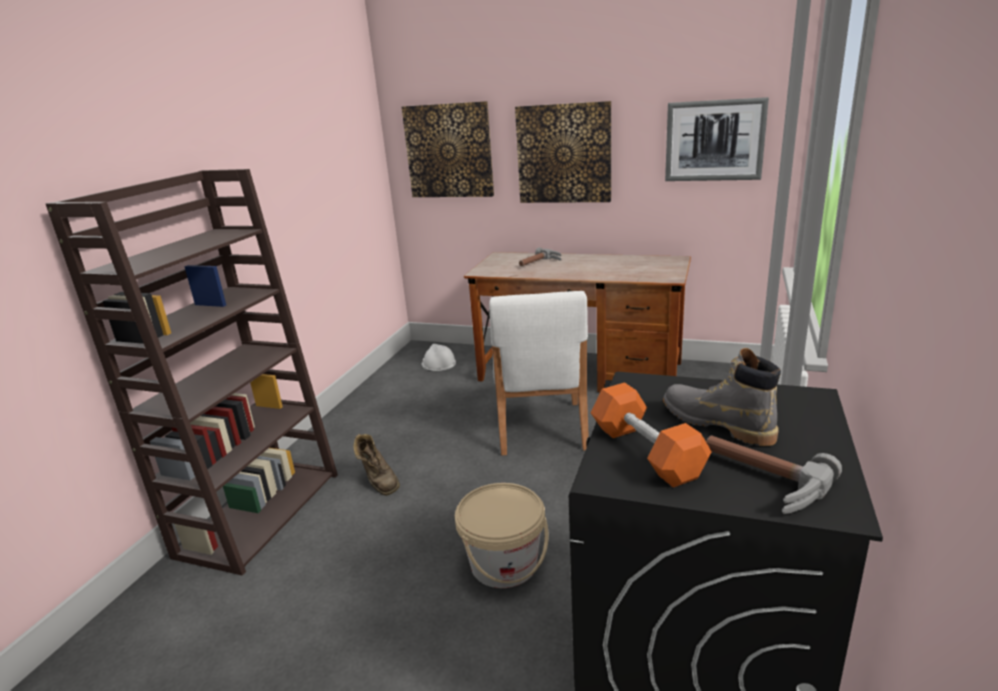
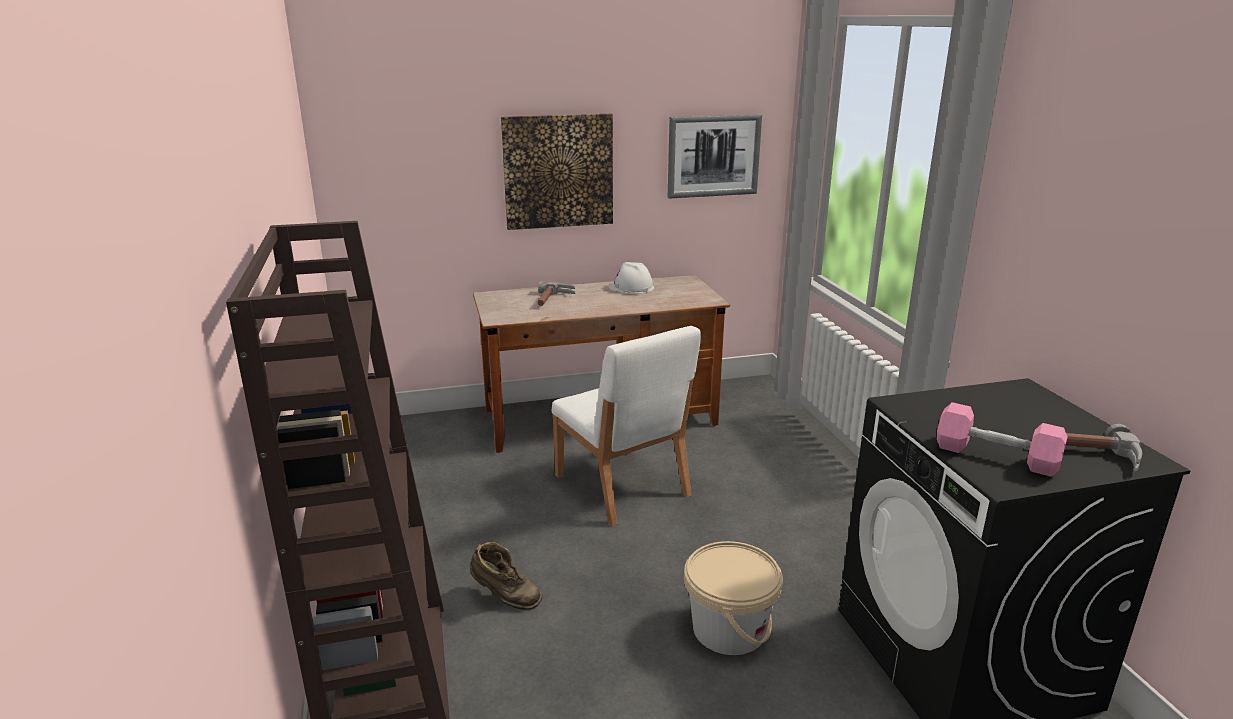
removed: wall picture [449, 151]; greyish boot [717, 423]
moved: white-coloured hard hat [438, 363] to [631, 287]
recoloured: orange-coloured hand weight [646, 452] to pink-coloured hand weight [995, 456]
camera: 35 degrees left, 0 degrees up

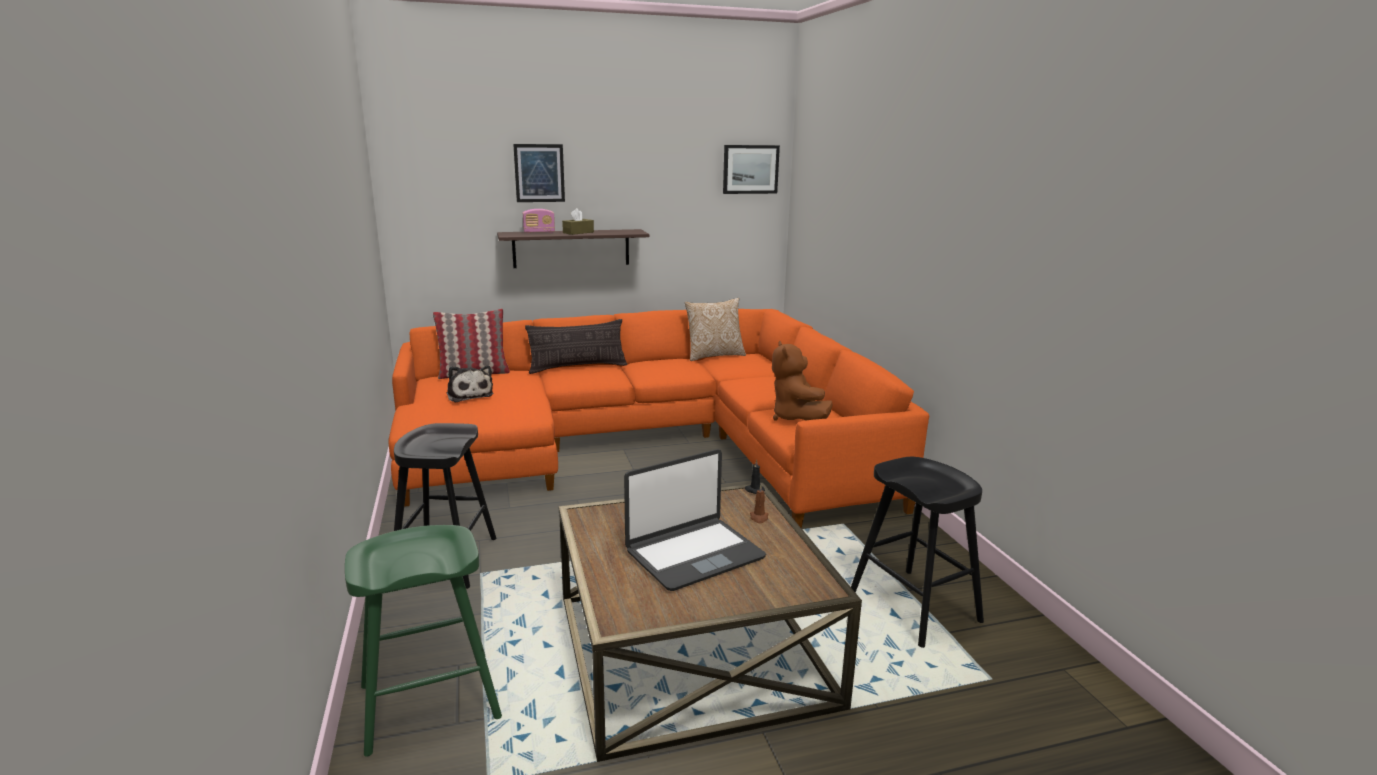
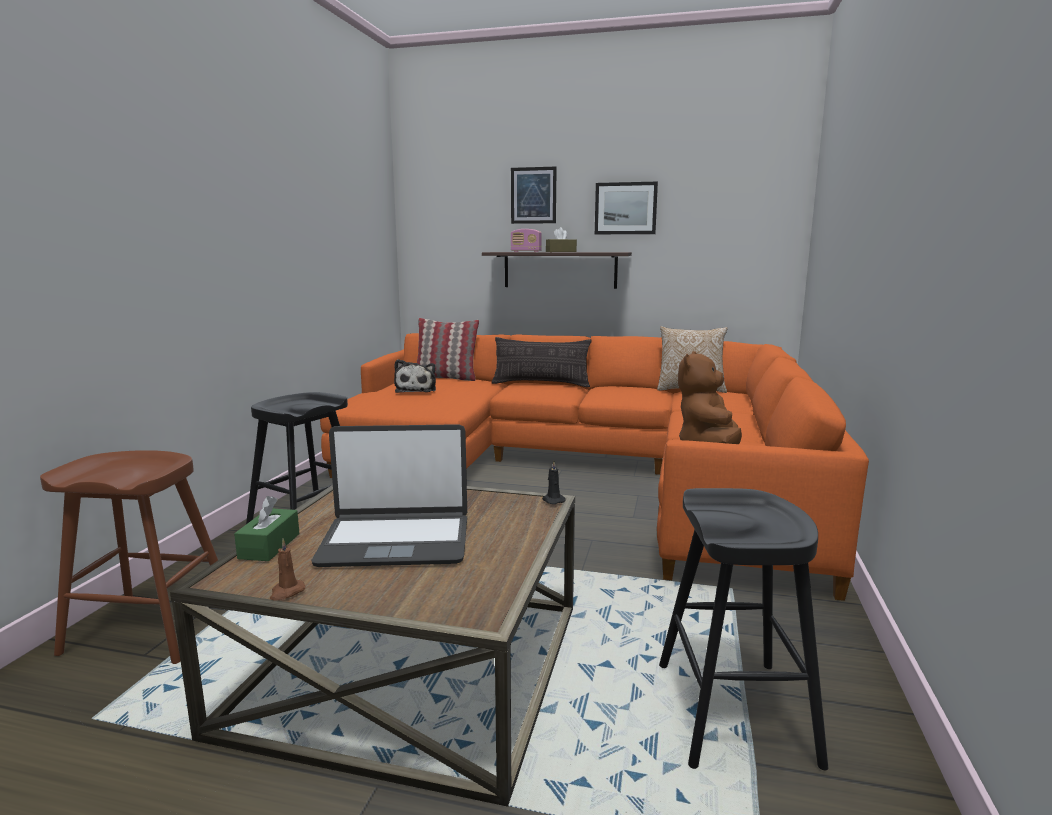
added: green tissue box [269, 546]
moved: brownish wax light [759, 518] to [286, 592]; wall picture [750, 169] to [625, 208]
recoloured: green stool [429, 702] to brownish stool [150, 629]
camera: 30 degrees right, 5 degrees down

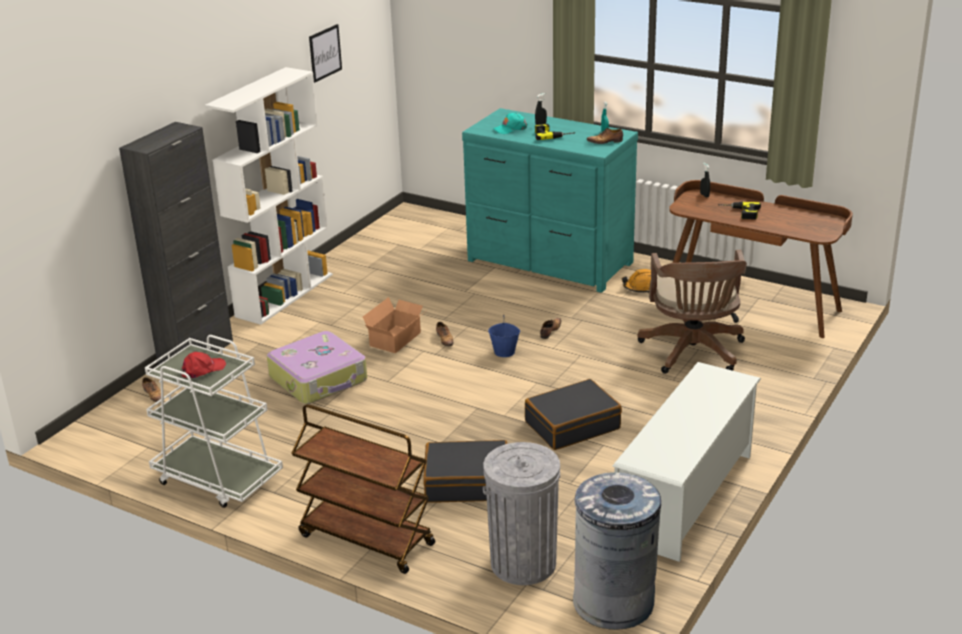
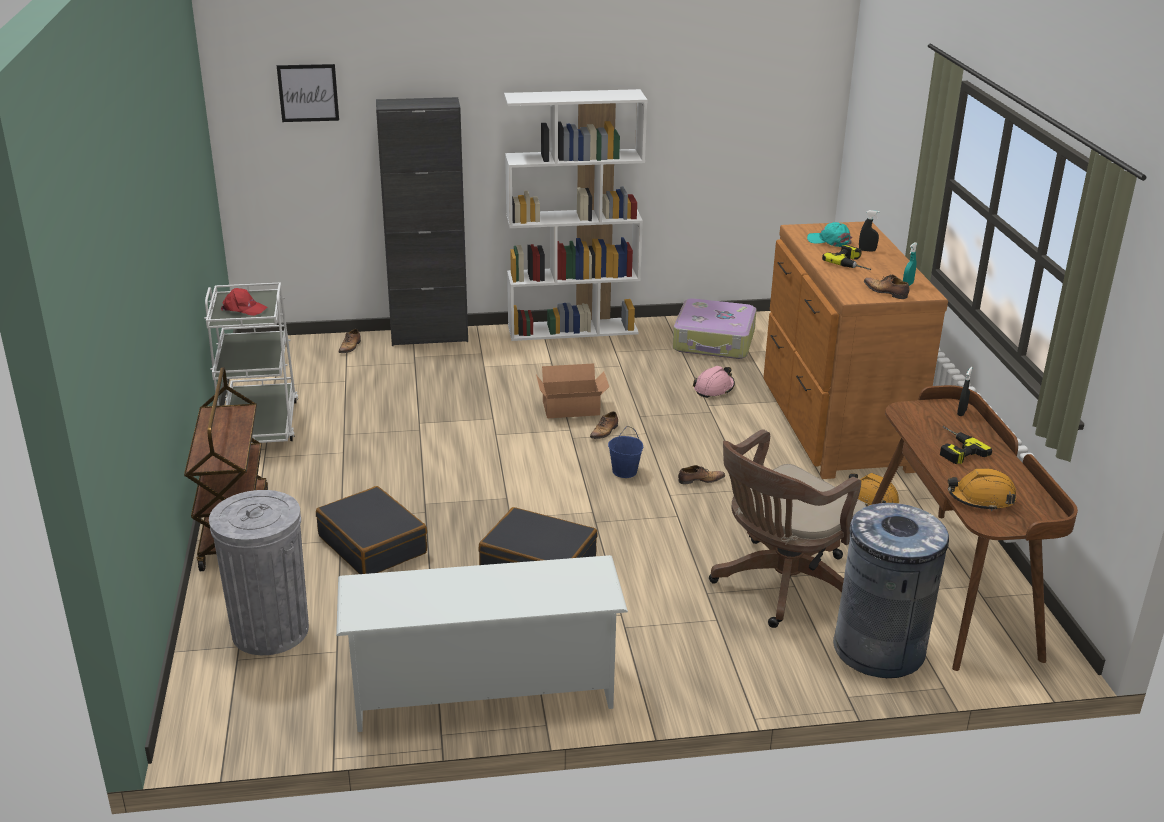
added: pink-coloured hard hat [714, 388]; orange-coloured hard hat [981, 498]
moved: wall picture [325, 53] to [308, 93]; travel case [319, 379] to [714, 341]; greyish trash can [614, 602] to [879, 649]
recoloured: blue-green drawer chest [549, 263] to brownish drawer chest [834, 425]
camera: 50 degrees right, 0 degrees up

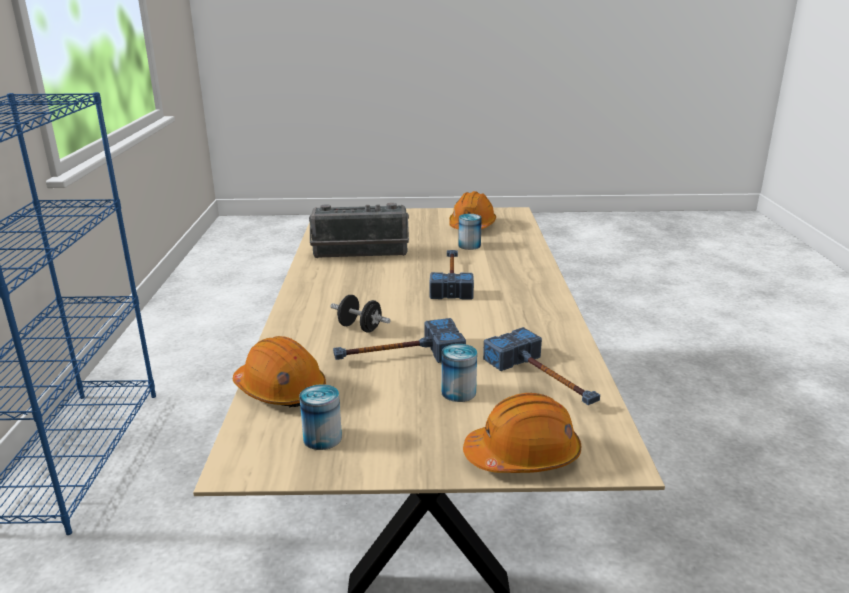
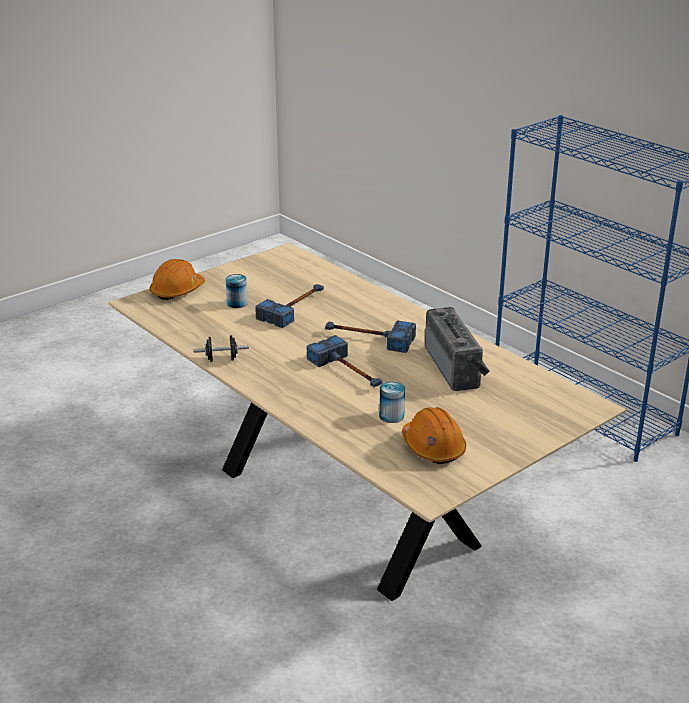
removed: orange-coloured hard hat [280, 390]; can [322, 438]
moved: black-coloured hand weight [360, 328] to [221, 359]; hand hammer [544, 380] to [368, 338]
turned: radio set [360, 255] = [456, 367] 120 degrees clockwise
camera: 140 degrees right, 5 degrees up

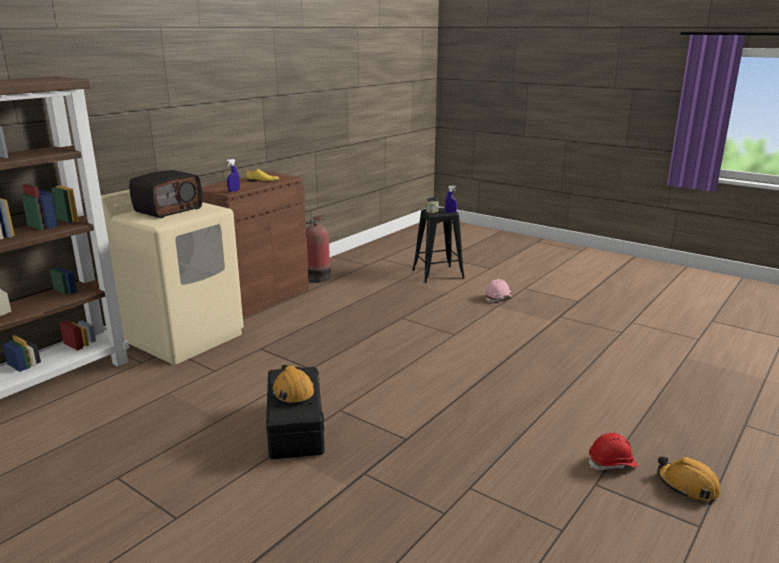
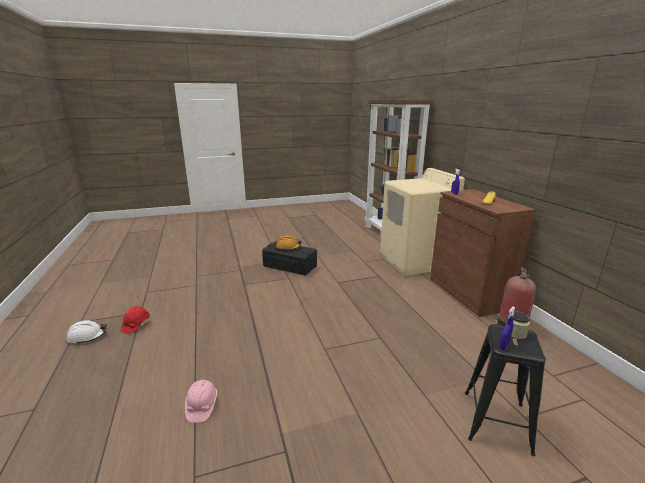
removed: radio set [168, 210]
moved: pink-coloured hard hat [498, 298] to [201, 406]
recoloured: orange-coloured hard hat [687, 486] to white-coloured hard hat [87, 336]
camera: 125 degrees right, 0 degrees up

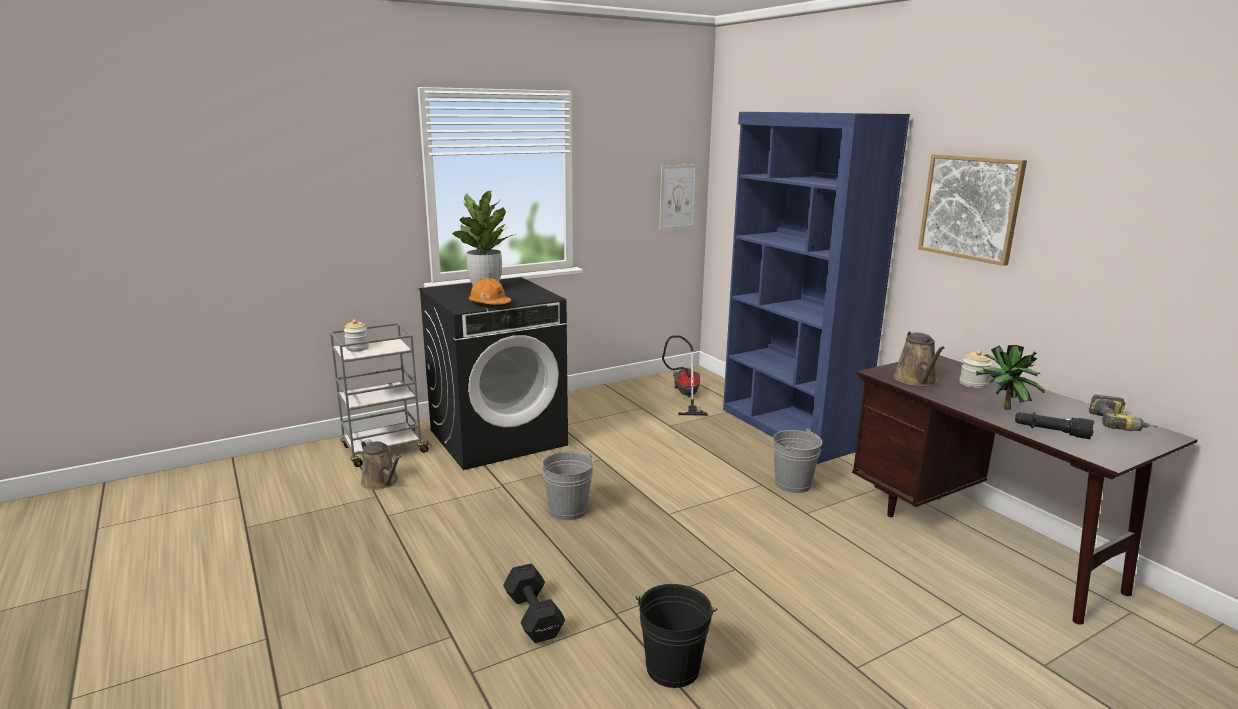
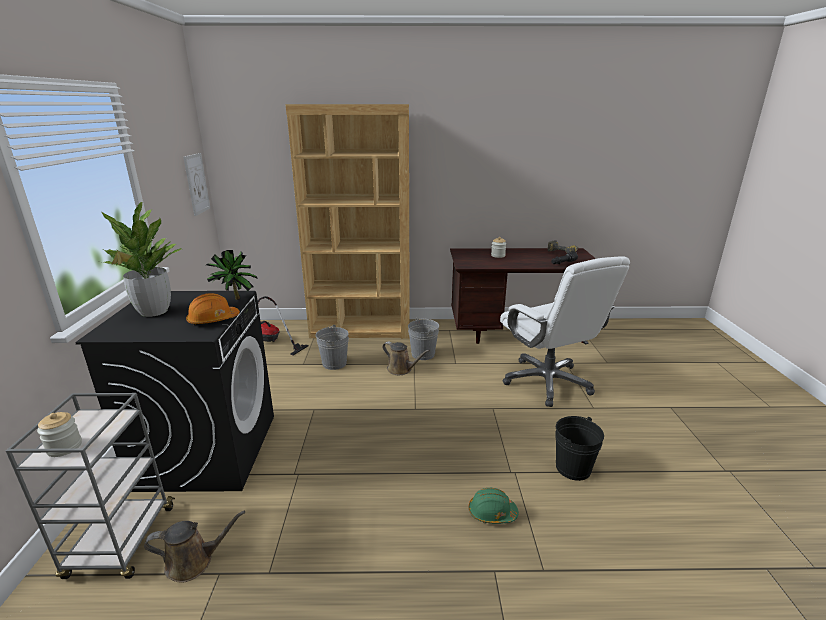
removed: wall picture [970, 207]
added: white-coloured desk chair [547, 382]
moved: plant in a pot [1001, 408] to [234, 300]; greyish water bucket [568, 510] to [334, 363]; brownish watering pot [916, 380] to [401, 369]
replaced: black-coloured hand weight [533, 615] to green hard hat [492, 513]
recoloured: blue-coloured shelving unit [789, 428] to brownish shelving unit [361, 329]
camera: 60 degrees left, 5 degrees up

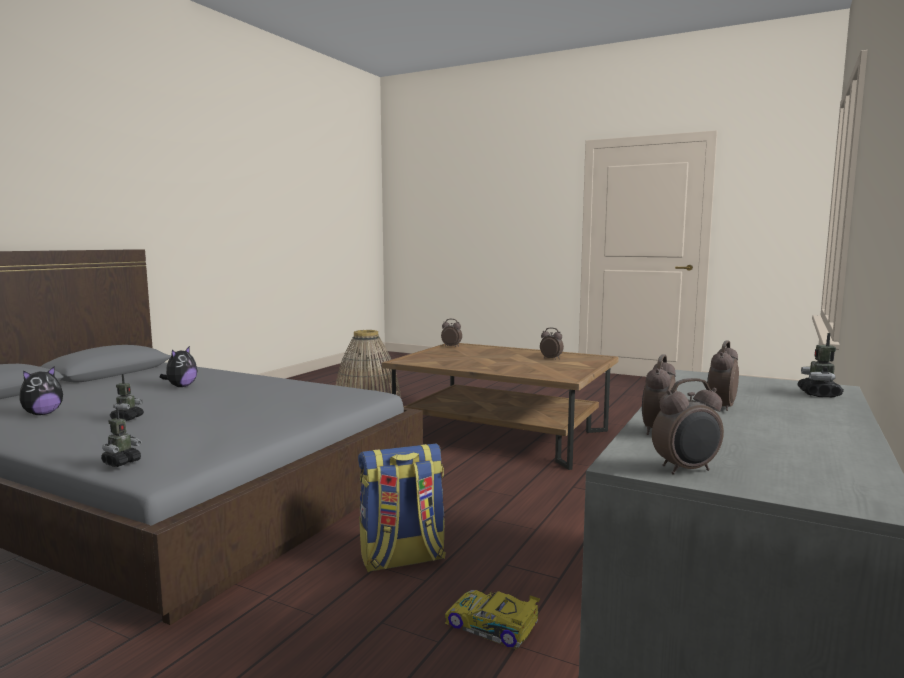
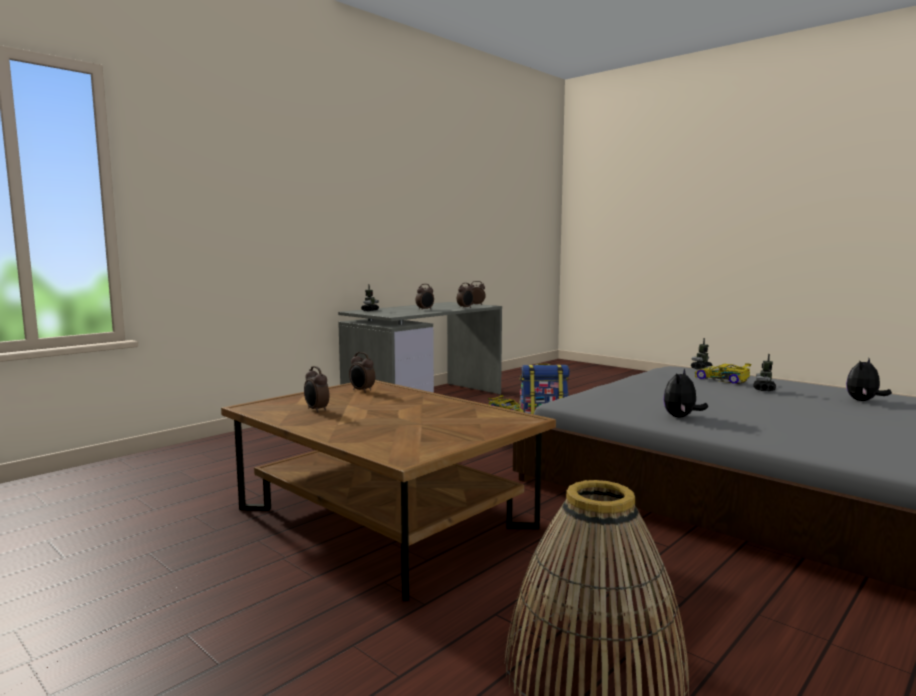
added: miniature car [722, 379]
moved: bedside clock [451, 346] to [362, 391]; cuddly toy [181, 386] to [681, 417]
camera: 165 degrees left, 0 degrees up

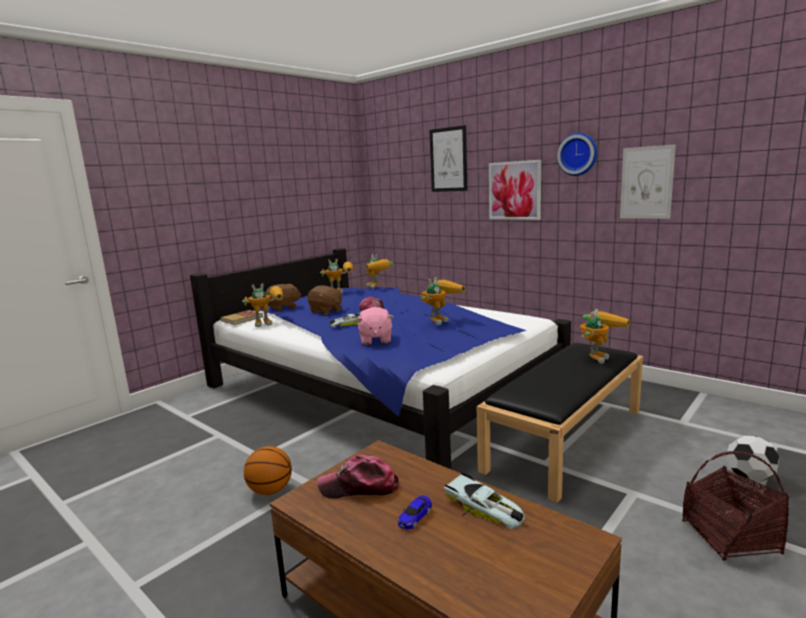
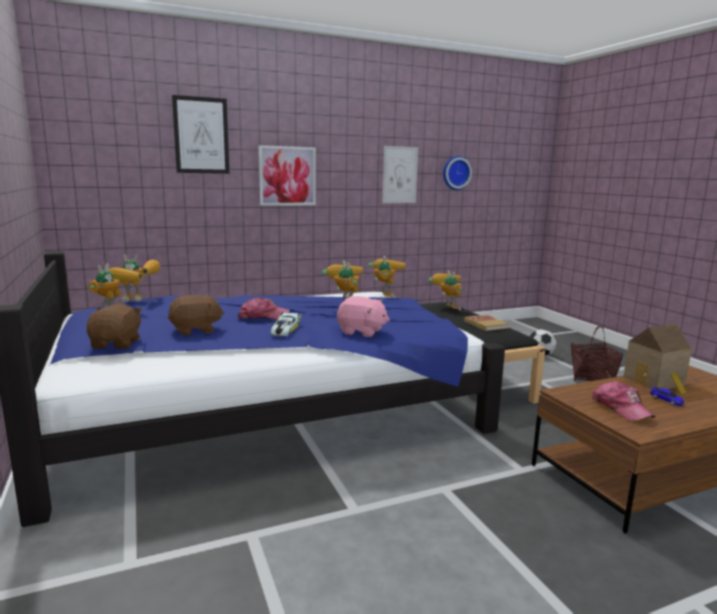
removed: basketball [270, 490]
moved: model robot [269, 323] to [385, 295]; wall clock [578, 154] to [455, 173]; volume [242, 319] to [485, 324]
replaced: miniature car [484, 508] to miniature house [656, 382]
turned: baseball cap [359, 487] = [621, 408] 45 degrees counterclockwise
camera: 65 degrees left, 0 degrees up

